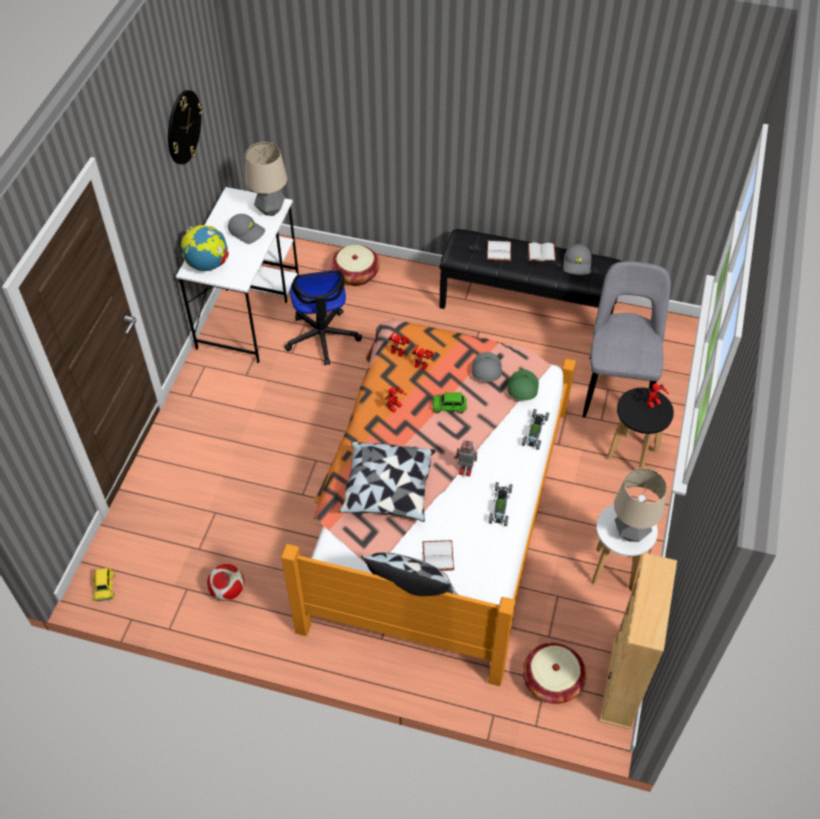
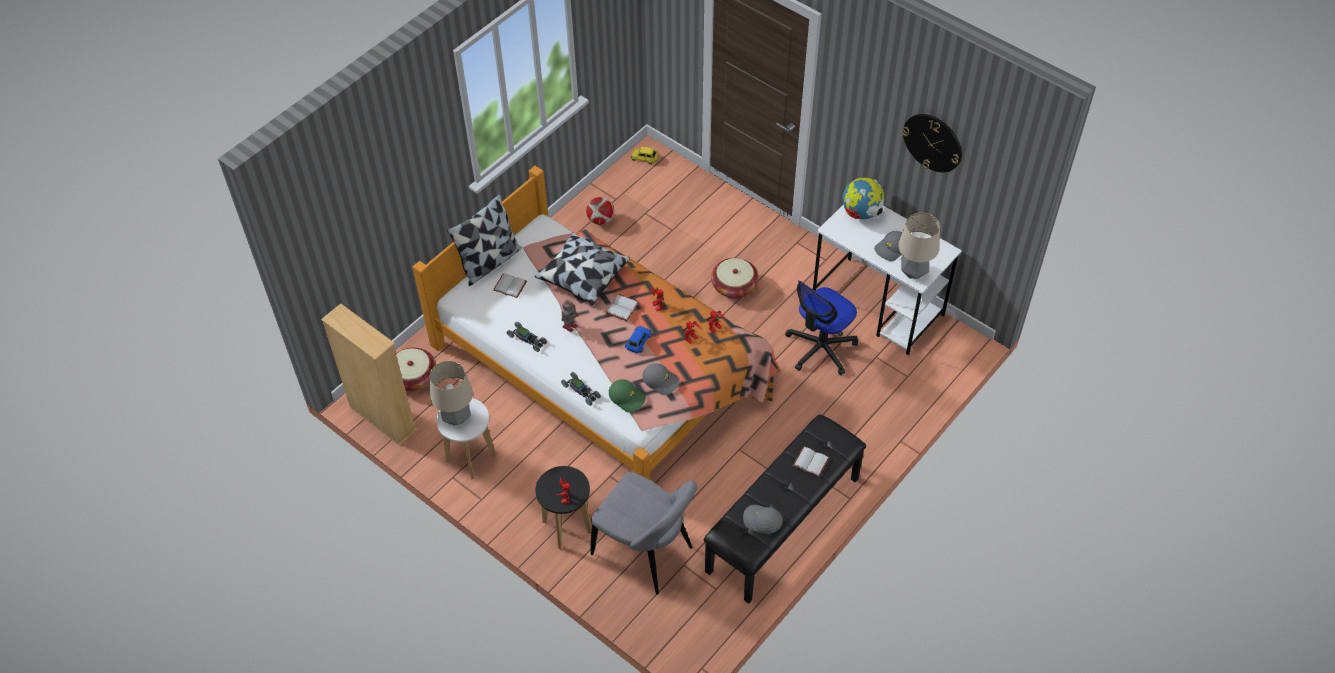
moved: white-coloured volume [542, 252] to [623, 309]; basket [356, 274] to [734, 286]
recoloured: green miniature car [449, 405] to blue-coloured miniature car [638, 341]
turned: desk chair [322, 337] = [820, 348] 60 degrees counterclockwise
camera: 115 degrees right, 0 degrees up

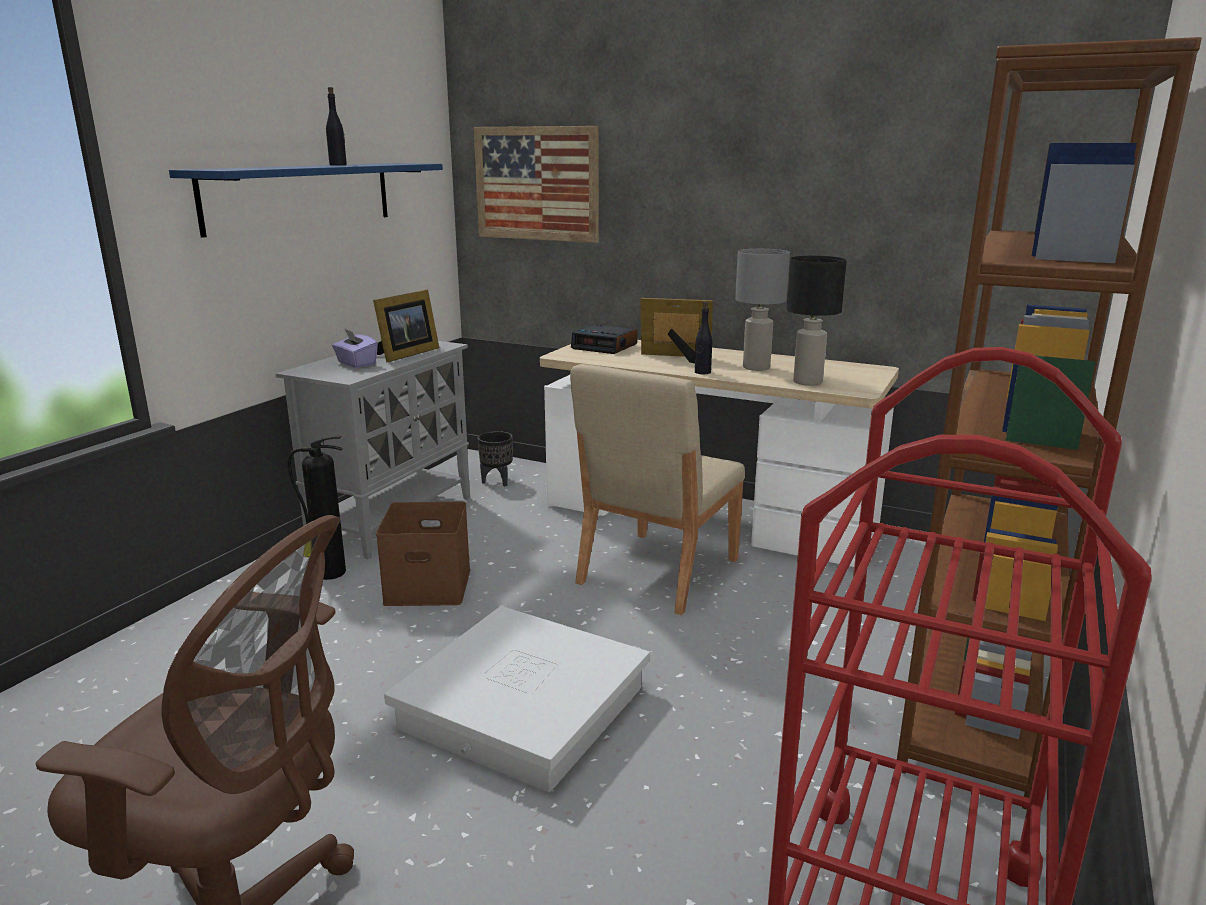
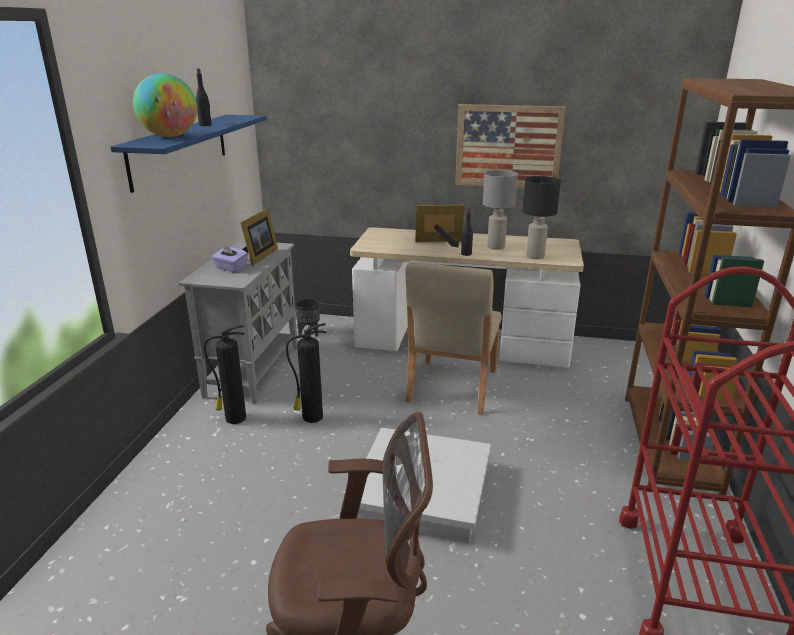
removed: bedside clock [605, 346]
added: desk globe [170, 136]
moved: wall picture [536, 184] to [508, 147]
replaced: brownish storage box [430, 585] to fire extinguisher [311, 417]
camera: 15 degrees left, 5 degrees up

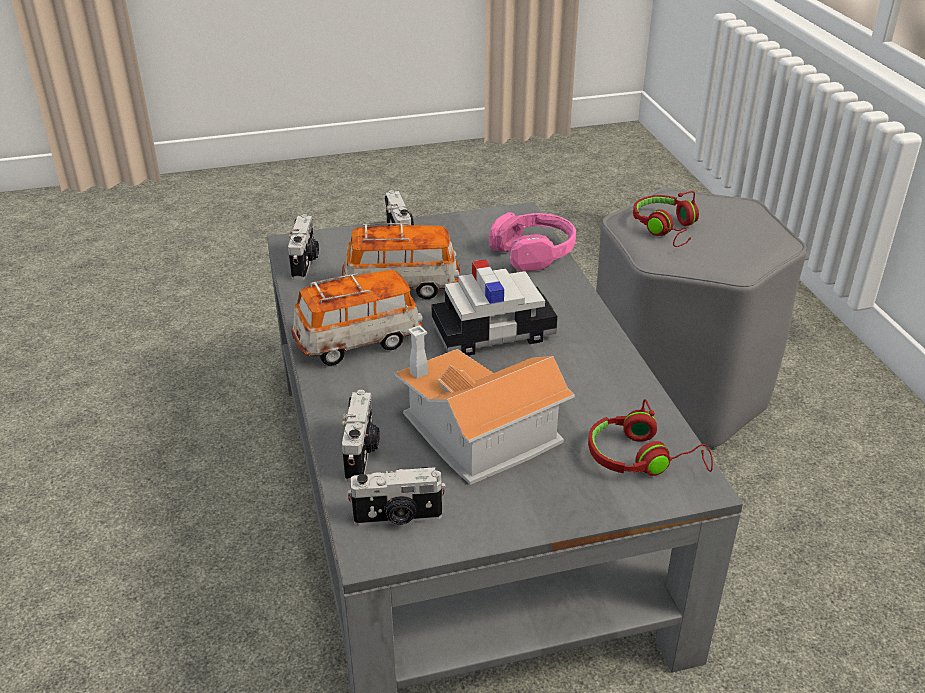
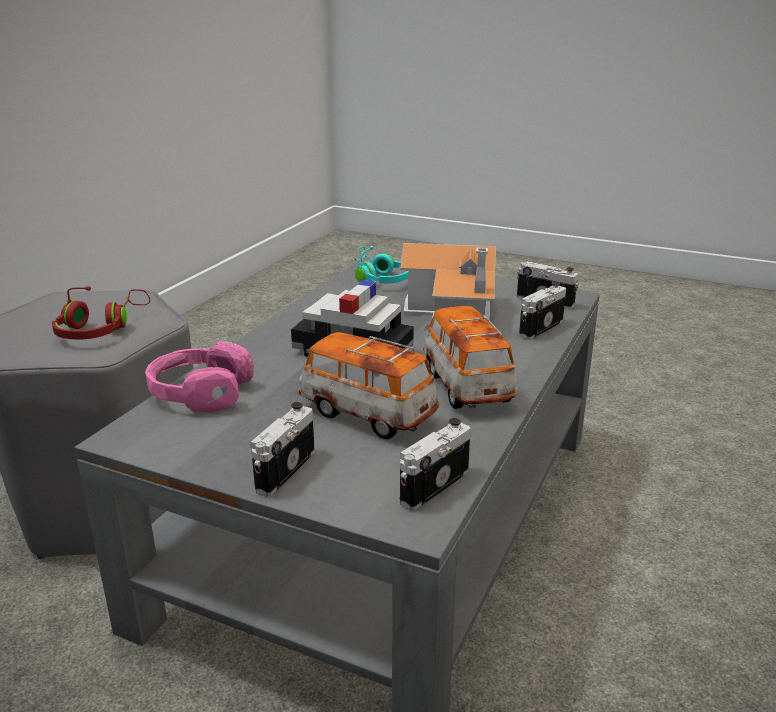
recoloured: reddish pair of headphones [643, 458] to blue-green pair of headphones [378, 278]
turned: miniature car [359, 341] = [466, 386] 60 degrees clockwise
camera: 140 degrees left, 10 degrees down

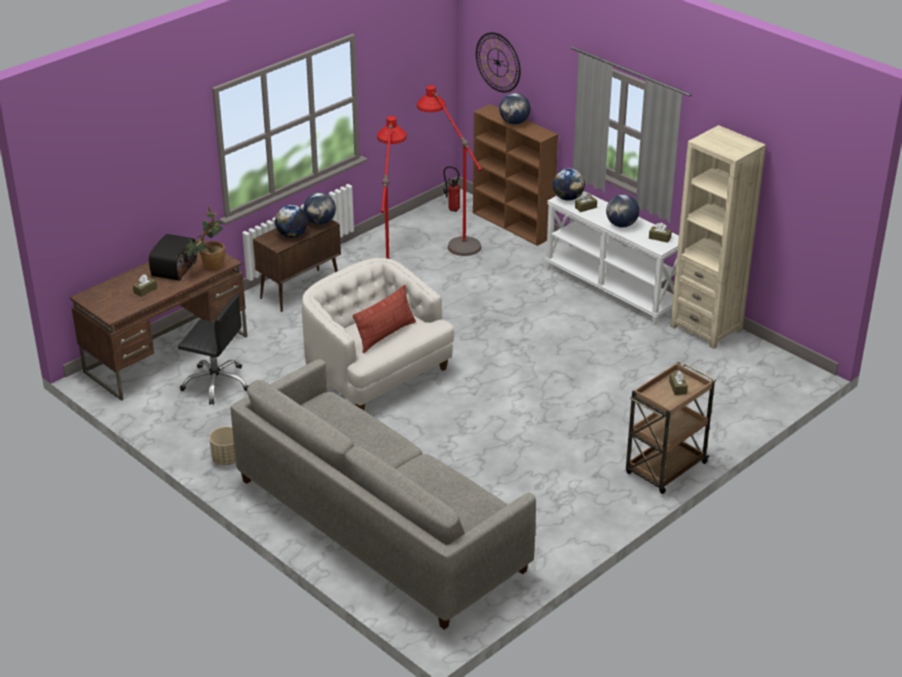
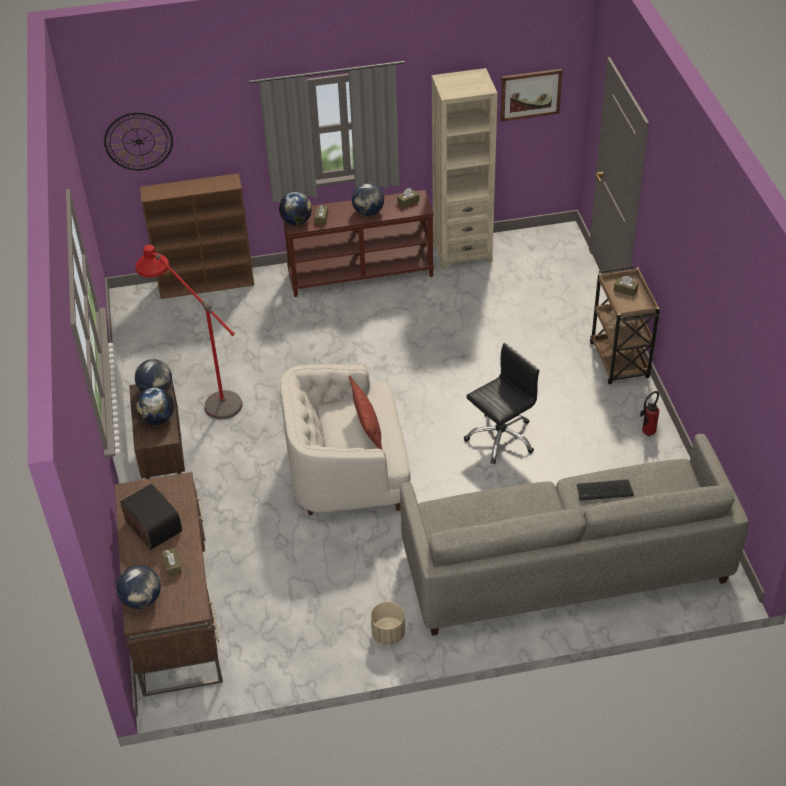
removed: plant in a pot [209, 268]; reddish floor lamp [451, 236]
added: wall picture [530, 94]; keyboard [604, 491]
moved: desk globe [514, 123] to [142, 600]; black-coloured desk chair [216, 383] to [500, 438]; fire extinguisher [452, 209] to [646, 433]
recoloured: white-coloured narrow table [612, 289] to brownish narrow table [361, 274]
camera: 55 degrees left, 10 degrees up

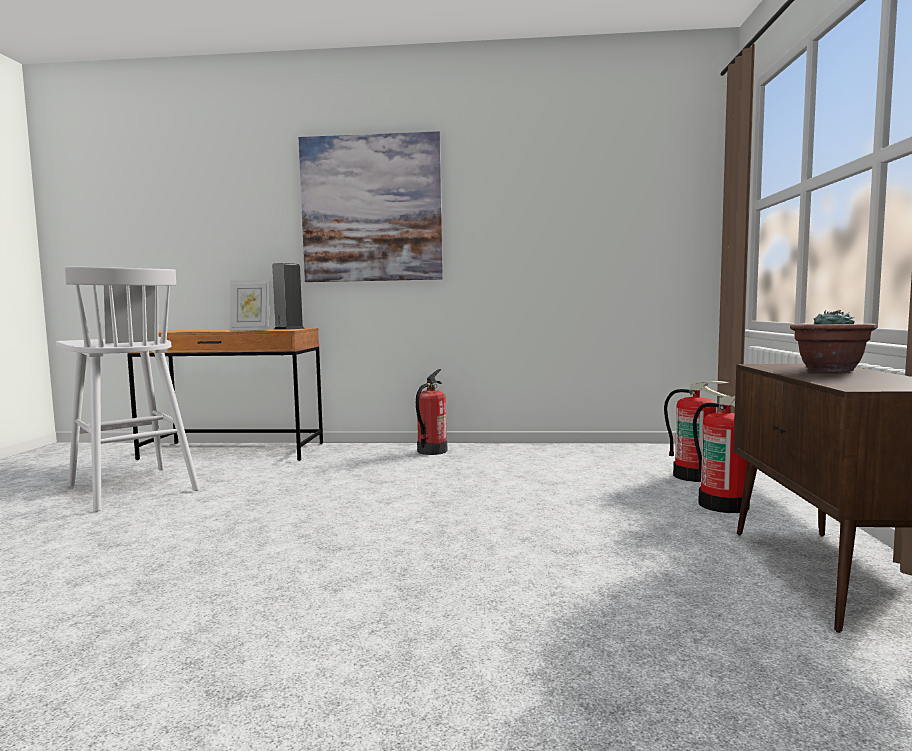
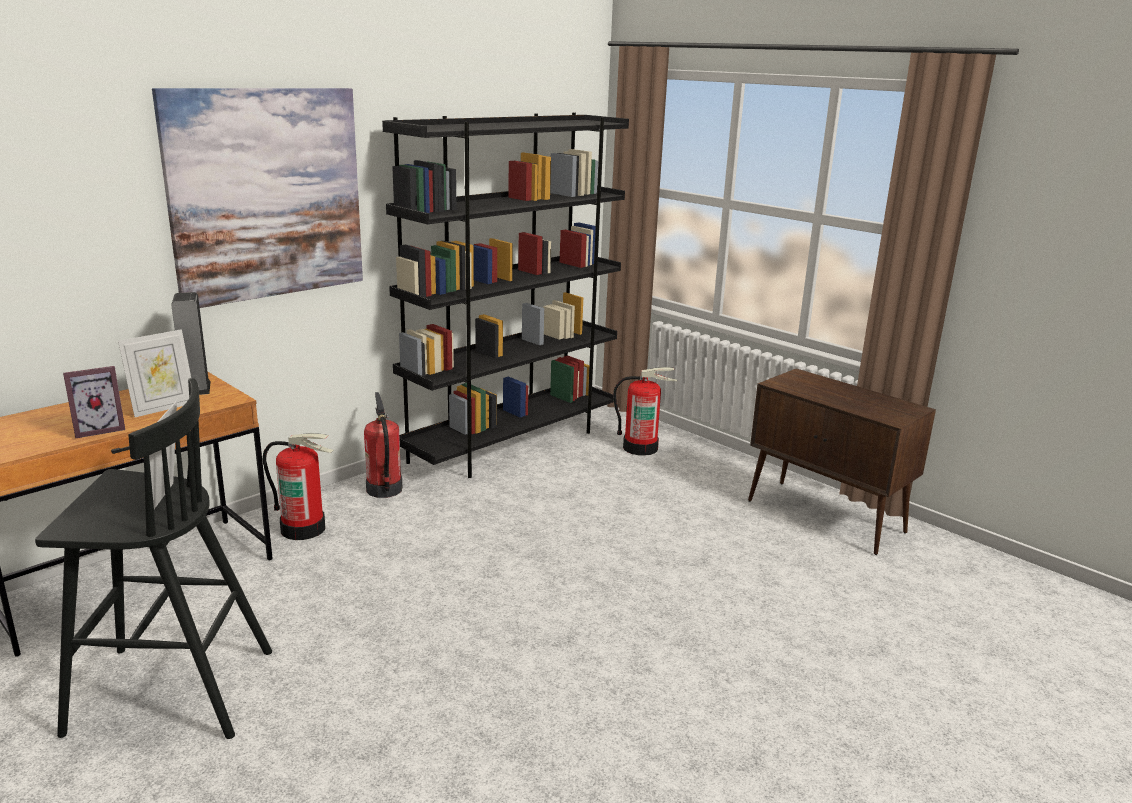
removed: plant in a pot [829, 370]
added: photo frame [99, 429]; black-coloured shelving unit [511, 443]
moved: fire extinguisher [724, 505] to [304, 528]
recoloured: white-coloured stool [132, 488] to black-coloured stool [168, 692]
camera: 50 degrees left, 15 degrees up

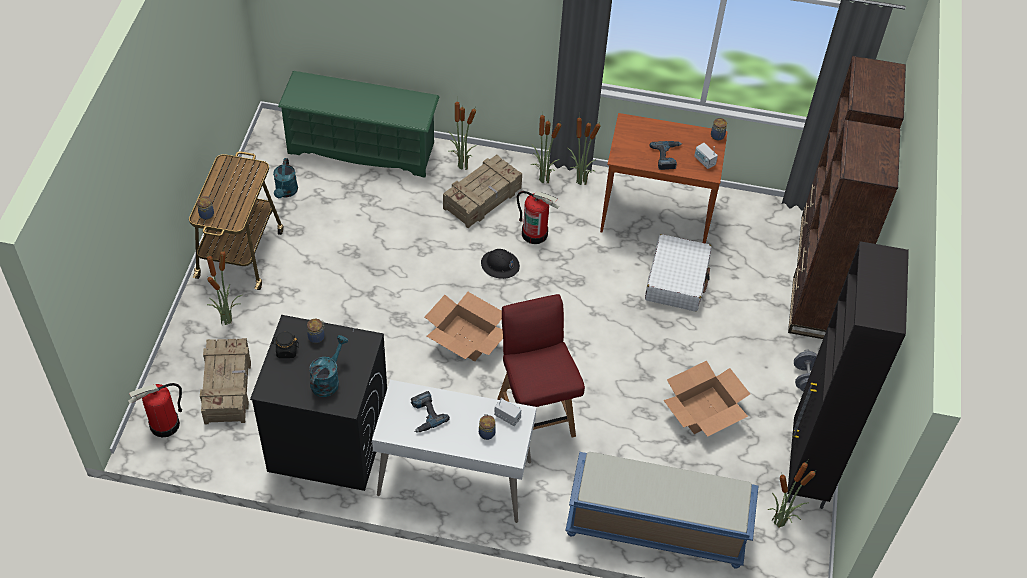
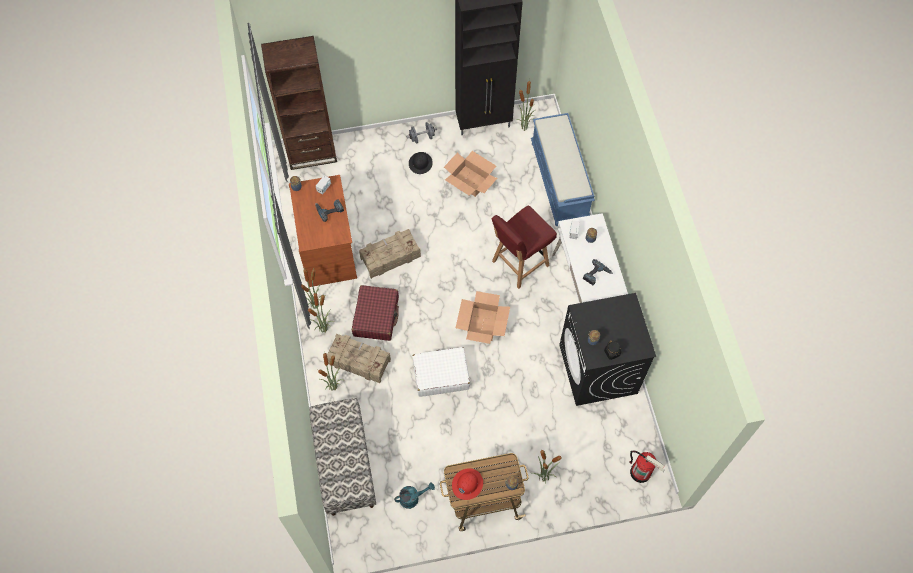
removed: blue-green watering pot [328, 380]; brownish shelving unit [815, 309]
added: reddish hard hat [467, 484]
moved: shipping crate [228, 387] to [390, 257]; black-coloured hard hat [500, 265] to [420, 163]; white-coloured travel case [677, 280] to [440, 375]
replaced: green shoe rack [362, 148] to long seat [345, 464]; fire extinguisher [535, 233] to reddish travel case [376, 316]
camera: 110 degrees left, 10 degrees up

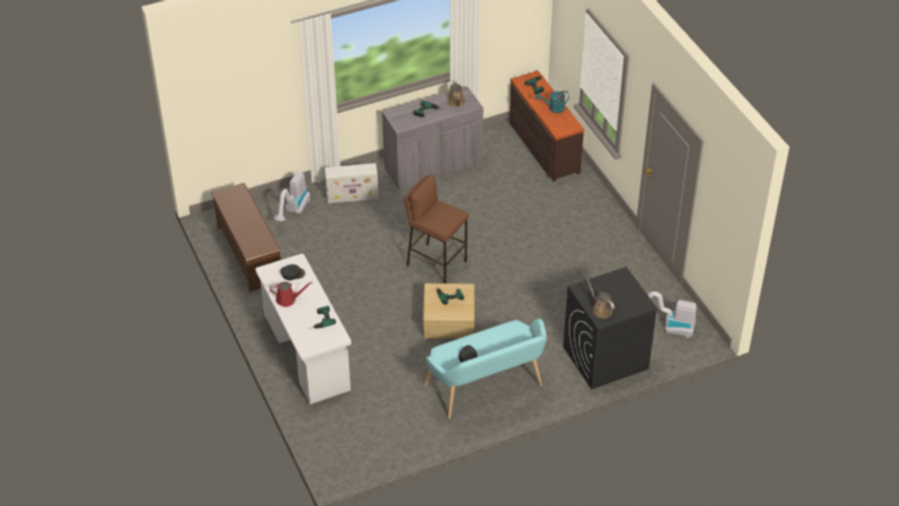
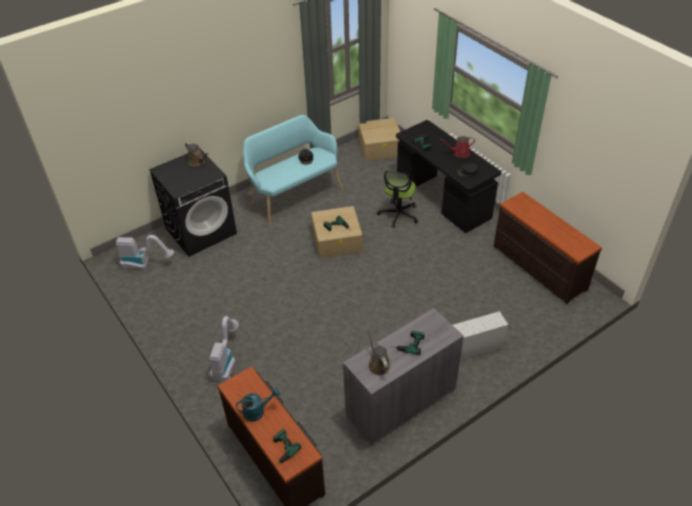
removed: brownish stool [436, 263]
added: sand-coloured storage box [380, 147]; desk chair [398, 214]
moved: vacuum cleaner [293, 211] to [226, 361]
replaced: brownish shoe rack [249, 254] to brownish drawer chest [538, 267]
recoloured: white-coloured desk table [306, 352] to black-coloured desk table [442, 198]
camera: 170 degrees right, 0 degrees up

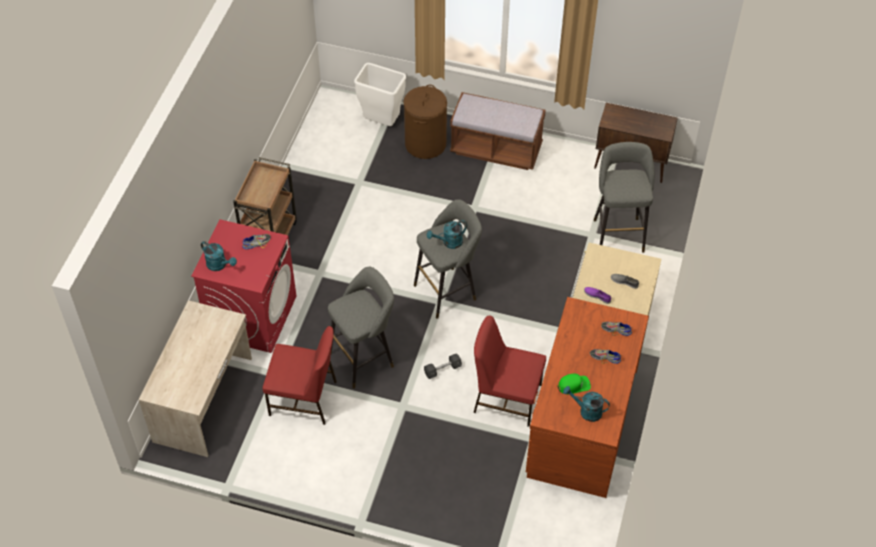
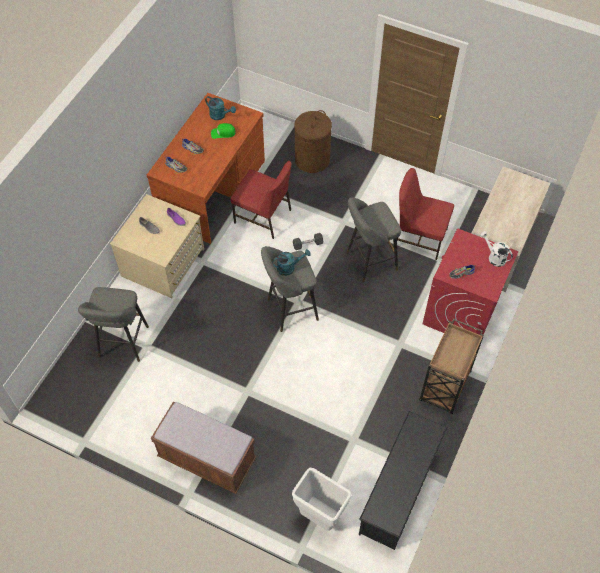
removed: brownish cupboard [631, 165]
added: black-coloured shoe rack [399, 491]
moved: brownish washing basket [425, 144] to [312, 160]
recoloured: blue-green watering pot [219, 265] to white-coloured watering pot [494, 257]
camera: 170 degrees left, 5 degrees up

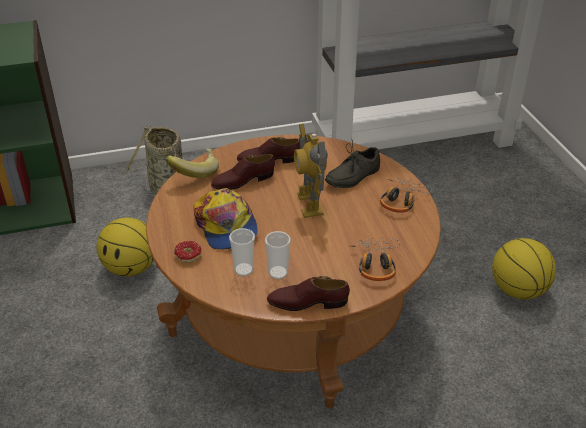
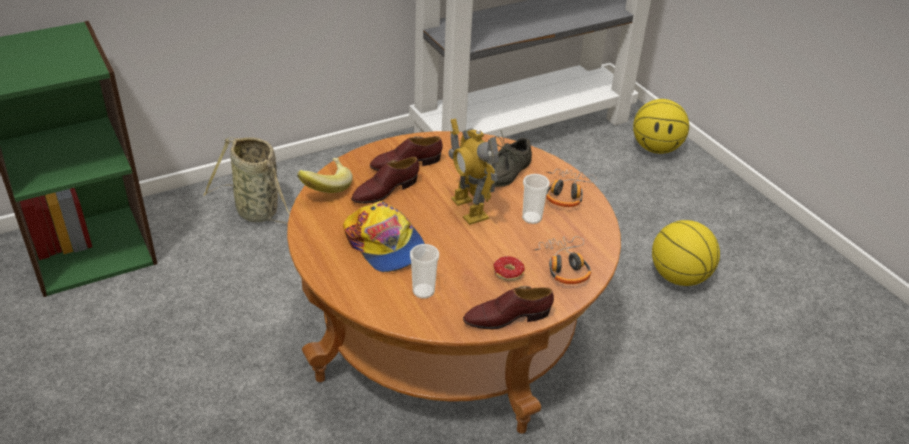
moved: donut [185, 258] to [506, 276]; cup [278, 273] to [532, 218]; basketball [131, 268] to [656, 149]
camera: 15 degrees left, 0 degrees up

